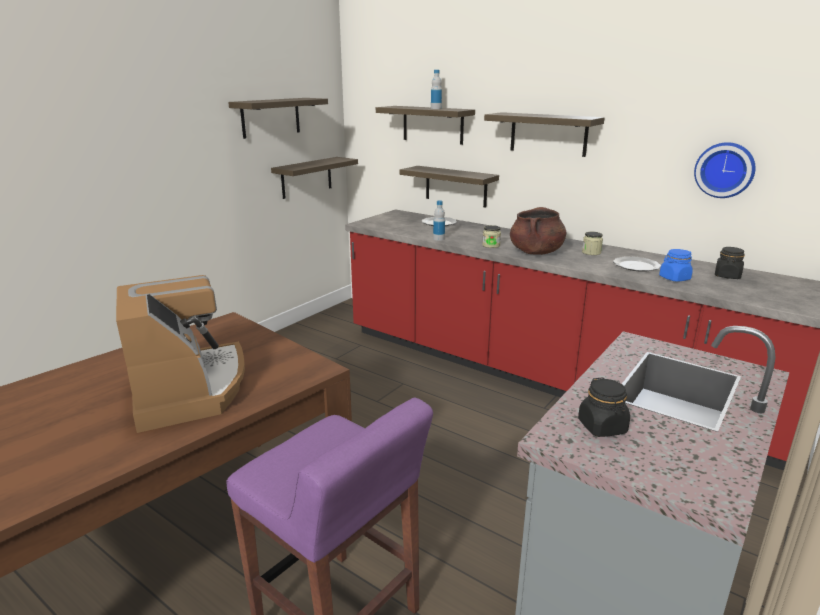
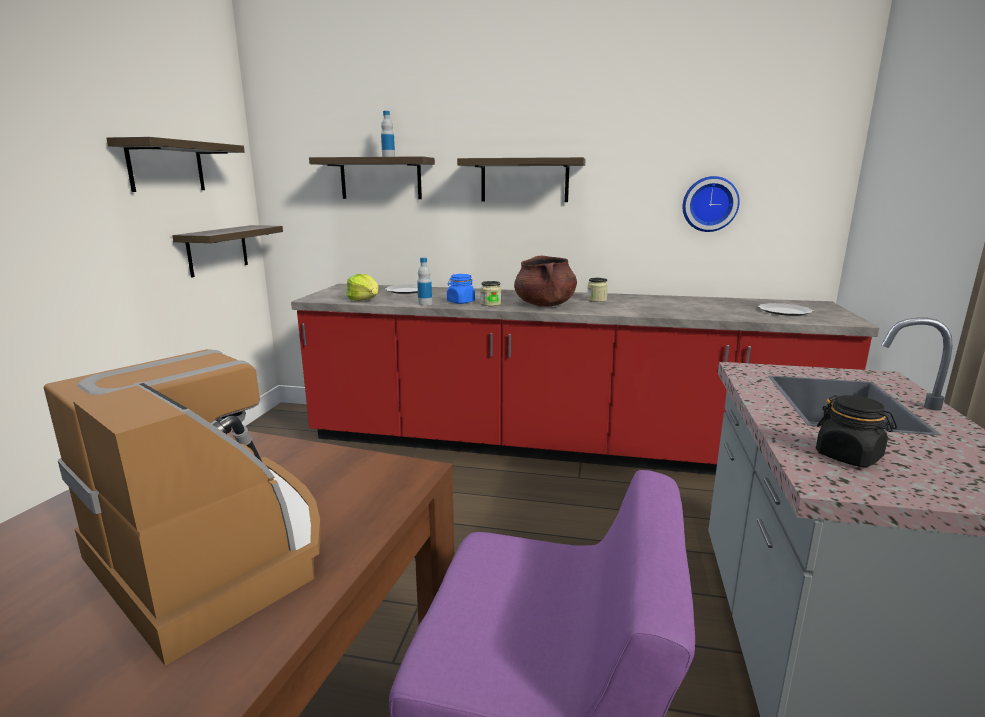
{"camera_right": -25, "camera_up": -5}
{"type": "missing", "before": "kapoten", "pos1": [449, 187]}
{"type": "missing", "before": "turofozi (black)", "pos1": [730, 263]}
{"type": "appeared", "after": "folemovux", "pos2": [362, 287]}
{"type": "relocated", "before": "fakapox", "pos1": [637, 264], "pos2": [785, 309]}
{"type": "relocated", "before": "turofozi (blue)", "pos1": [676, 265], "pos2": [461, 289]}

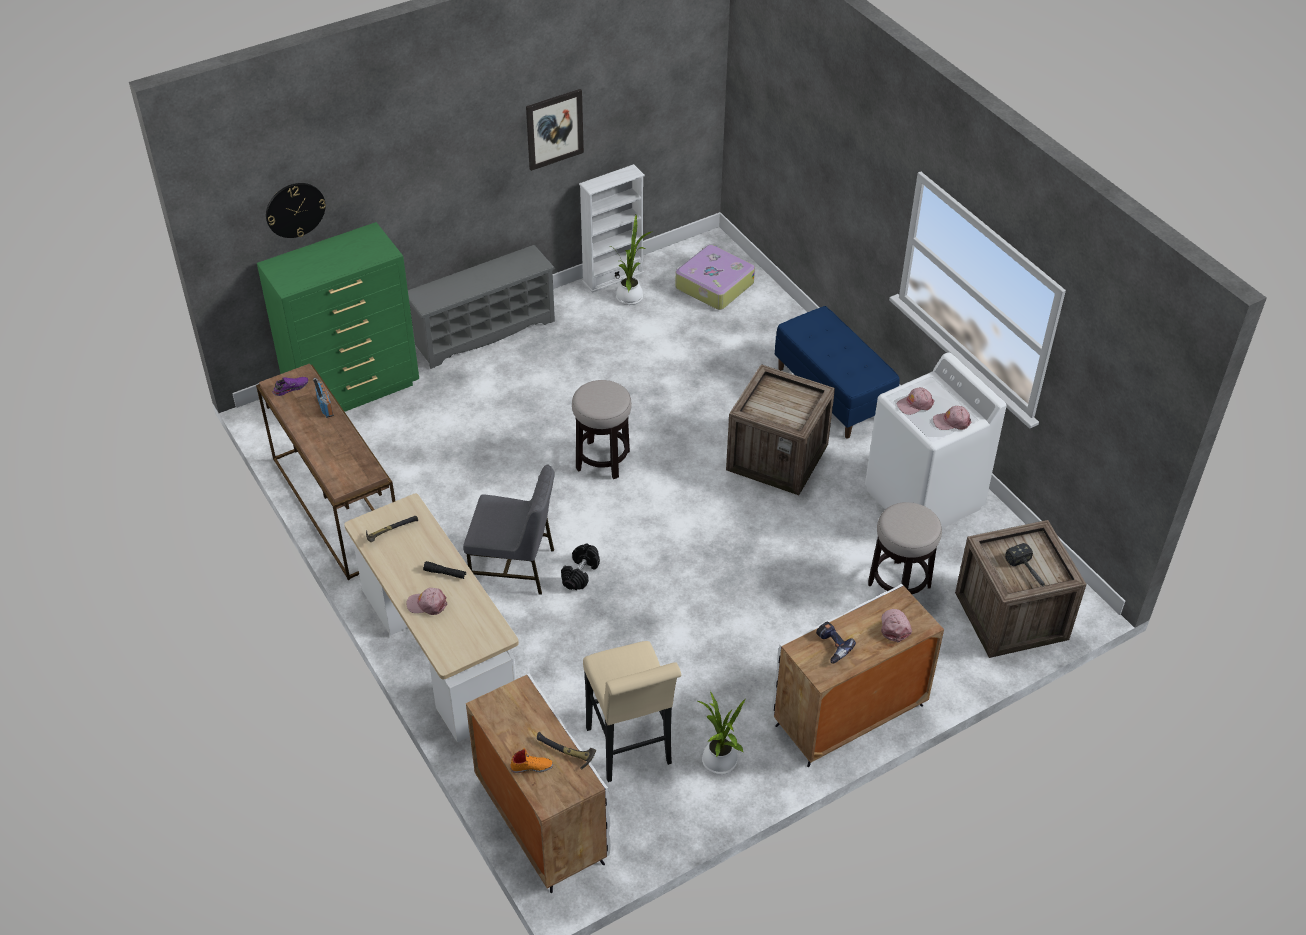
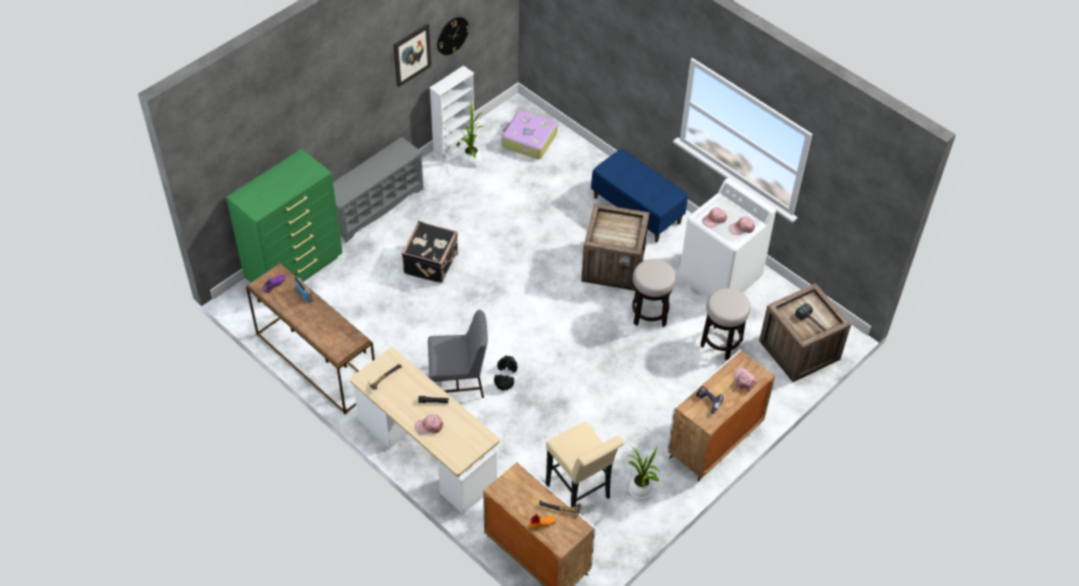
{"camera_right": -15, "camera_up": 5}
{"type": "appeared", "after": "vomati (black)", "pos2": [430, 252]}
{"type": "relocated", "before": "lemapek", "pos1": [296, 210], "pos2": [453, 36]}
{"type": "relocated", "before": "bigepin", "pos1": [602, 429], "pos2": [654, 293]}

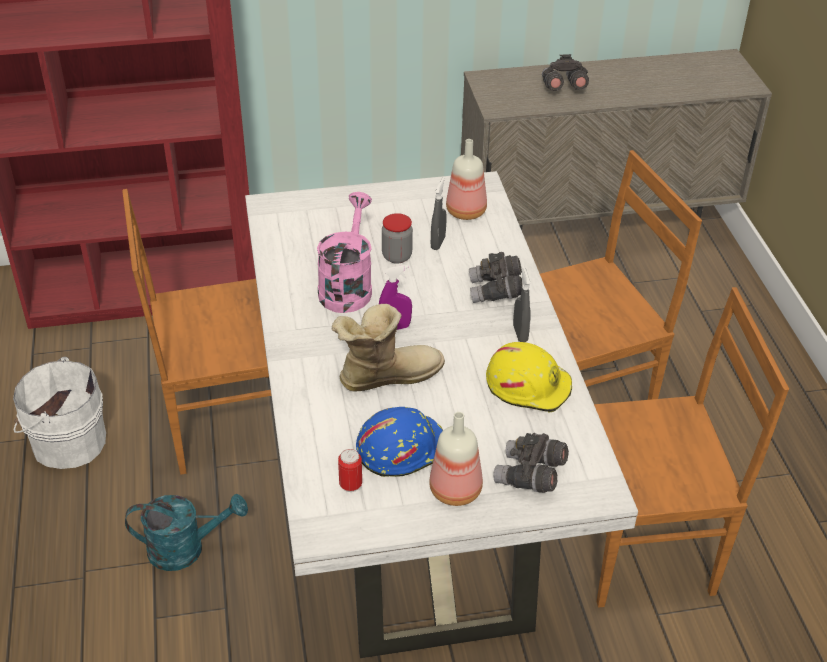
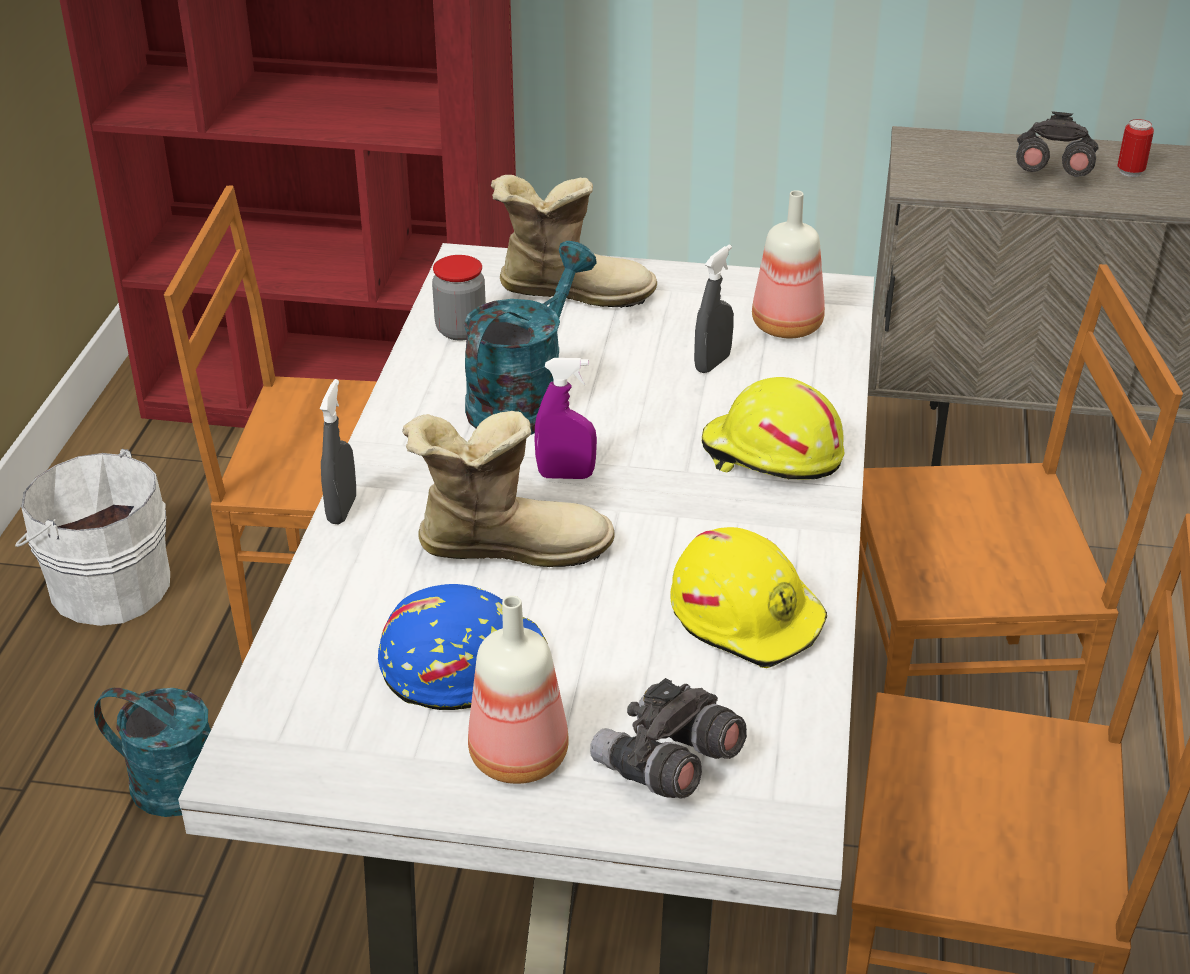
{"camera_right": 20, "camera_up": -5}
{"type": "appeared", "after": "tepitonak", "pos2": [574, 241]}
{"type": "relocated", "before": "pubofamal", "pos1": [350, 470], "pos2": [1136, 148]}
{"type": "relocated", "before": "turofozi", "pos1": [397, 238], "pos2": [459, 297]}
{"type": "relocated", "before": "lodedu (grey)", "pos1": [522, 304], "pos2": [338, 452]}
{"type": "exchanged", "before": "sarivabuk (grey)", "after": "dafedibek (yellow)", "pos1": [496, 277], "pos2": [773, 428]}
{"type": "colour", "before": "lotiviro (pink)", "after": "lotiviro (turquoise)", "pos1": [344, 252], "pos2": [530, 338]}

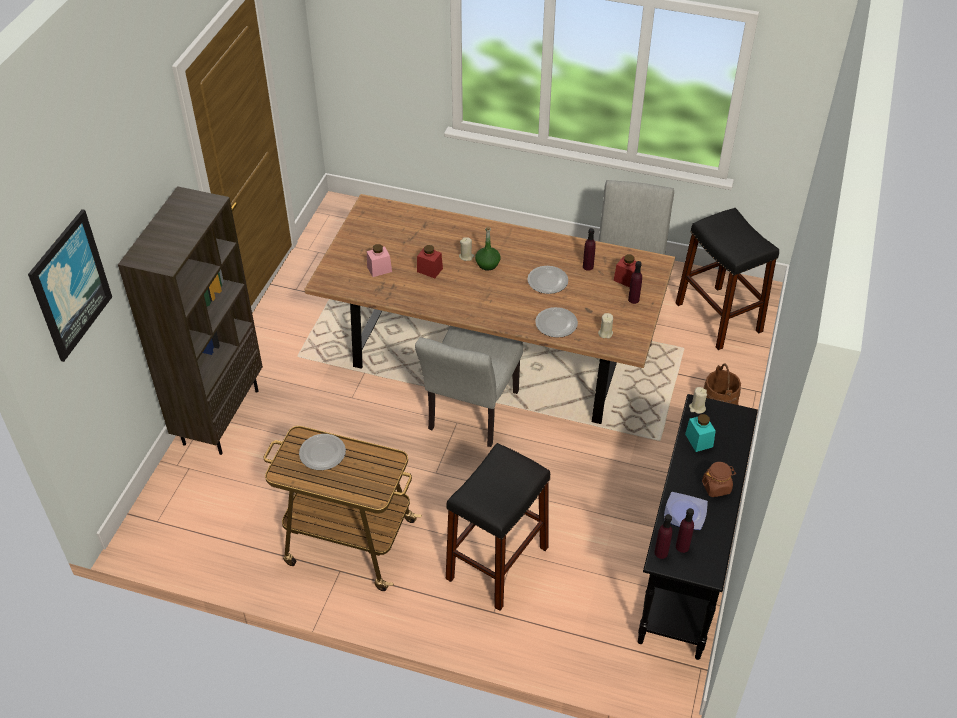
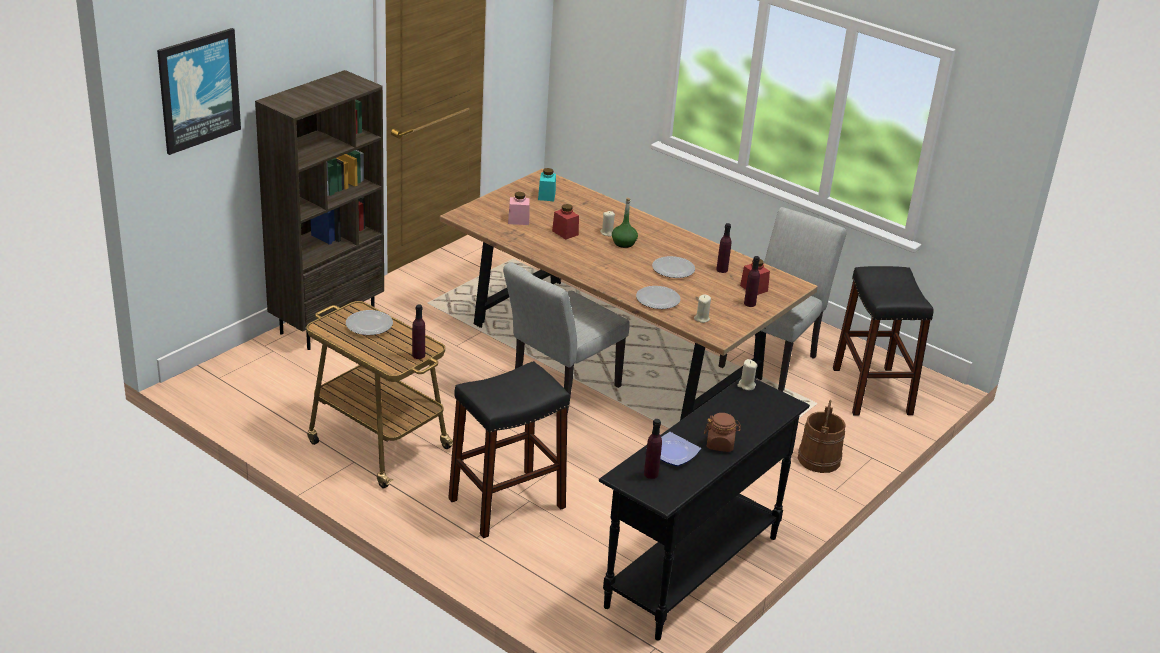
{"camera_right": 20, "camera_up": -15}
{"type": "relocated", "before": "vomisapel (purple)", "pos1": [663, 536], "pos2": [418, 332]}
{"type": "relocated", "before": "turofozi (turquoise)", "pos1": [700, 433], "pos2": [547, 184]}

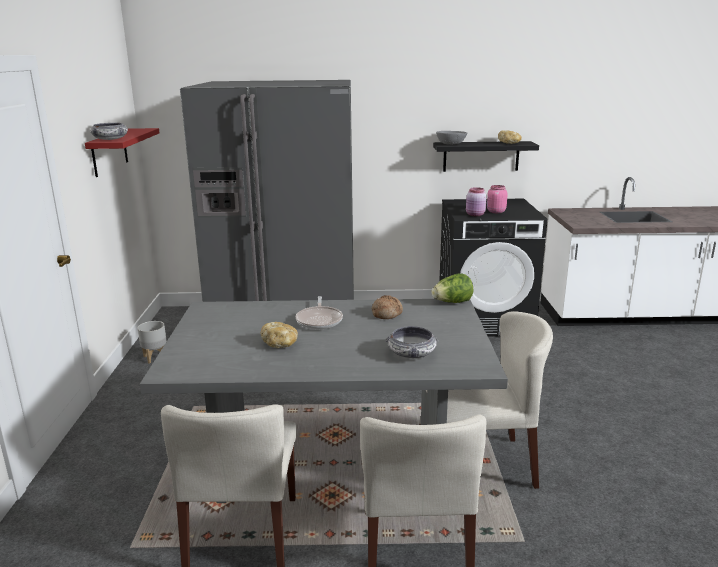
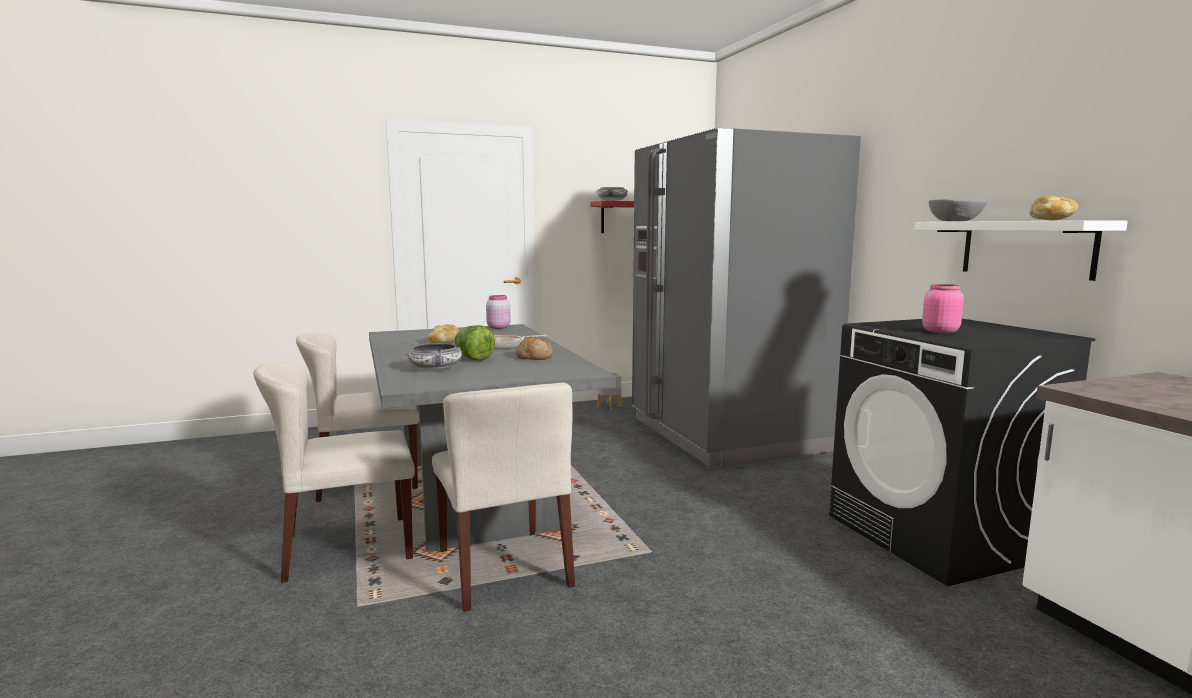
{"camera_right": 70, "camera_up": -10}
{"type": "relocated", "before": "folemovux", "pos1": [452, 288], "pos2": [474, 343]}
{"type": "relocated", "before": "turofozi (pink)", "pos1": [476, 201], "pos2": [498, 312]}
{"type": "colour", "before": "kapoten (black)", "after": "kapoten (white)", "pos1": [486, 156], "pos2": [1021, 250]}

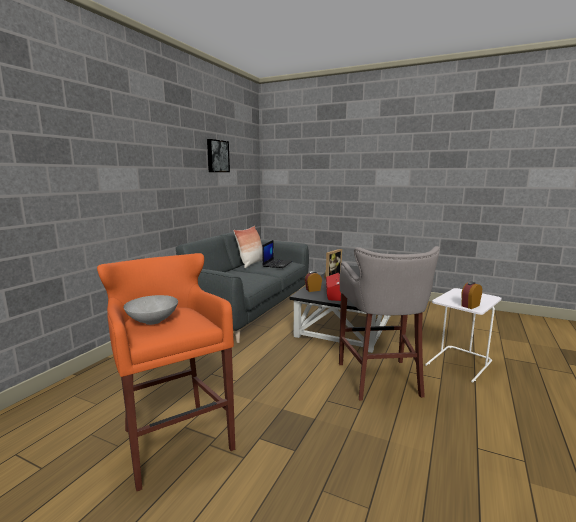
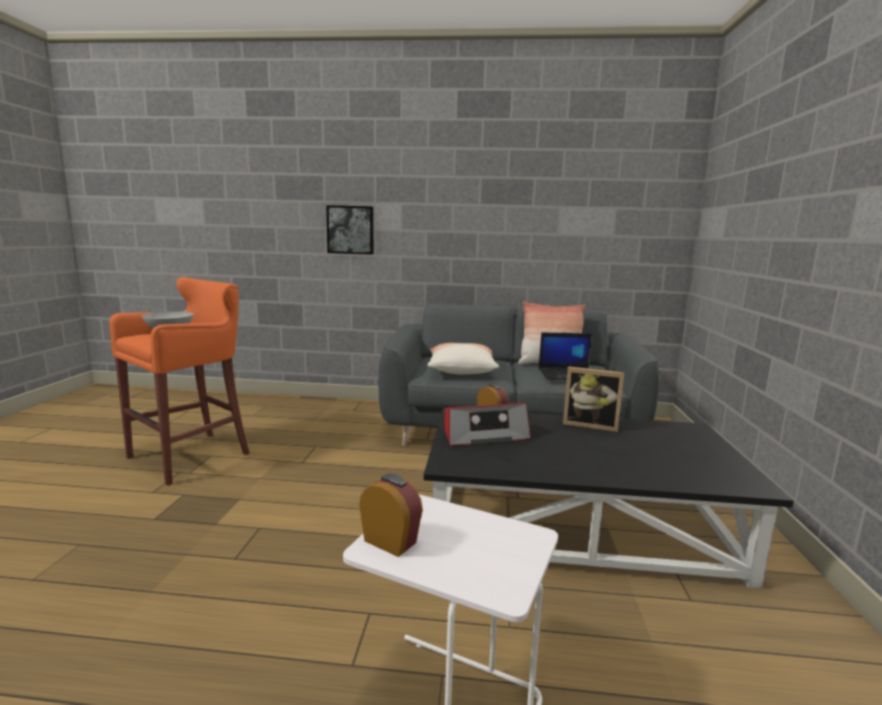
{"camera_right": 70, "camera_up": 0}
{"type": "missing", "before": "bigepin (grey)", "pos1": [389, 323]}
{"type": "appeared", "after": "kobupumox", "pos2": [463, 359]}
{"type": "relocated", "before": "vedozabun", "pos1": [218, 155], "pos2": [350, 229]}

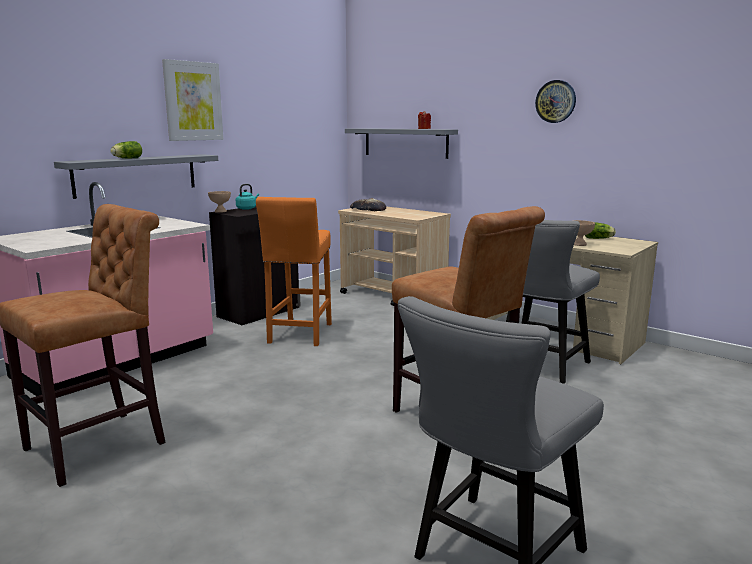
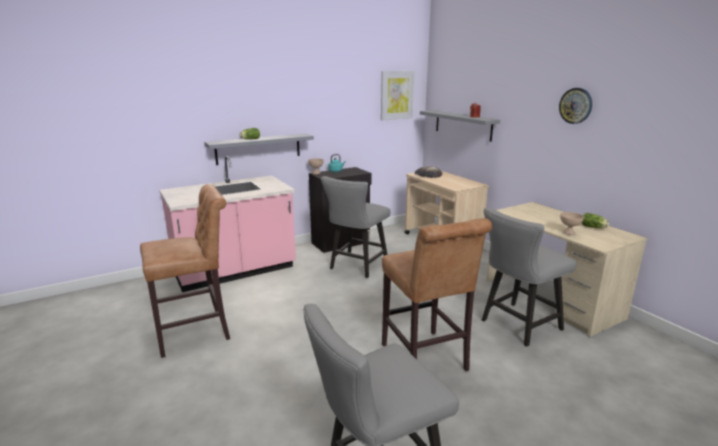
{"camera_right": 20, "camera_up": 5}
{"type": "relocated", "before": "vedozabun", "pos1": [192, 100], "pos2": [398, 96]}
{"type": "exchanged", "before": "bigepin (orange)", "after": "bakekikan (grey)", "pos1": [294, 271], "pos2": [355, 227]}

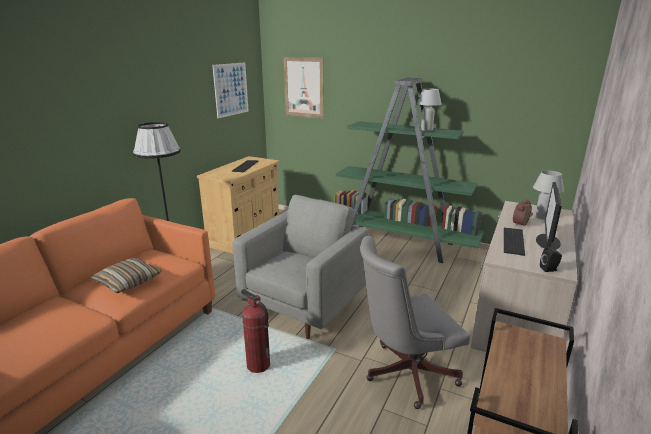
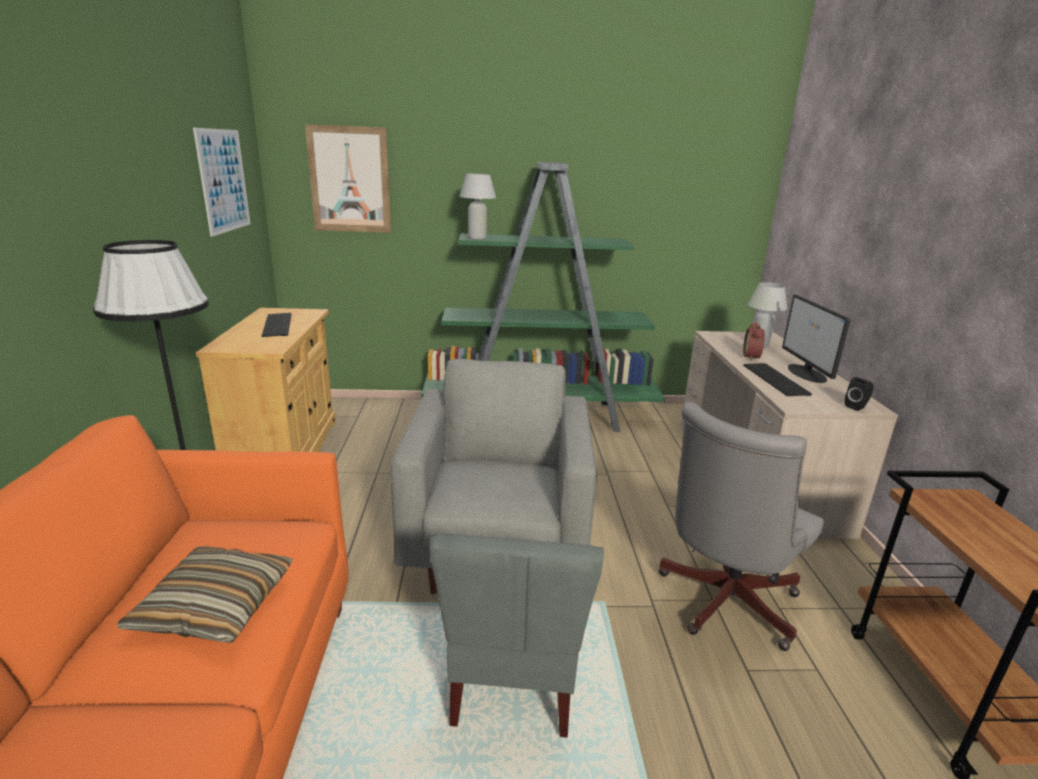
{"camera_right": -30, "camera_up": 0}
{"type": "relocated", "before": "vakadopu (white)", "pos1": [429, 109], "pos2": [477, 207]}
{"type": "exchanged", "before": "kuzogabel", "after": "bakekikan (grey)", "pos1": [255, 331], "pos2": [516, 636]}

